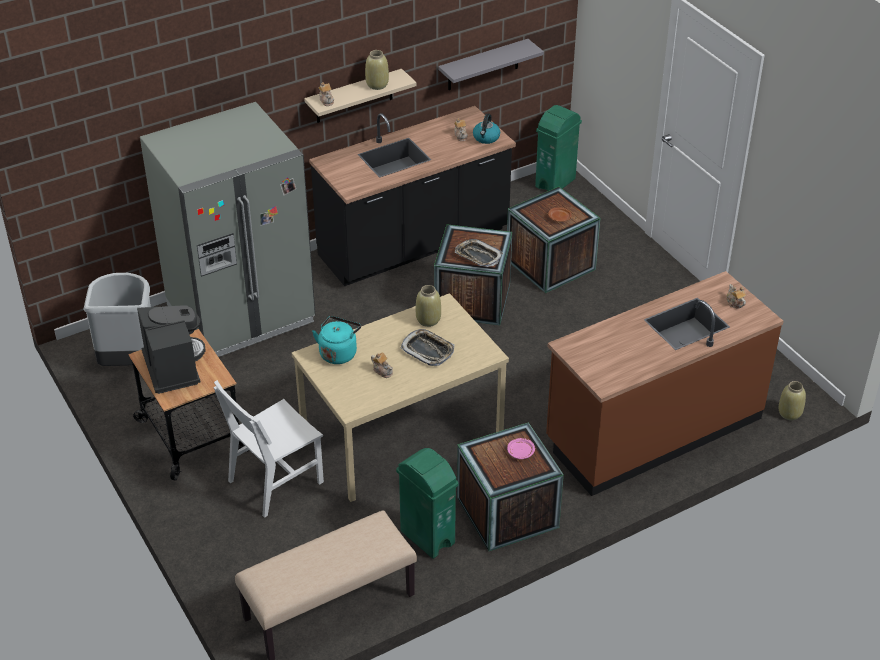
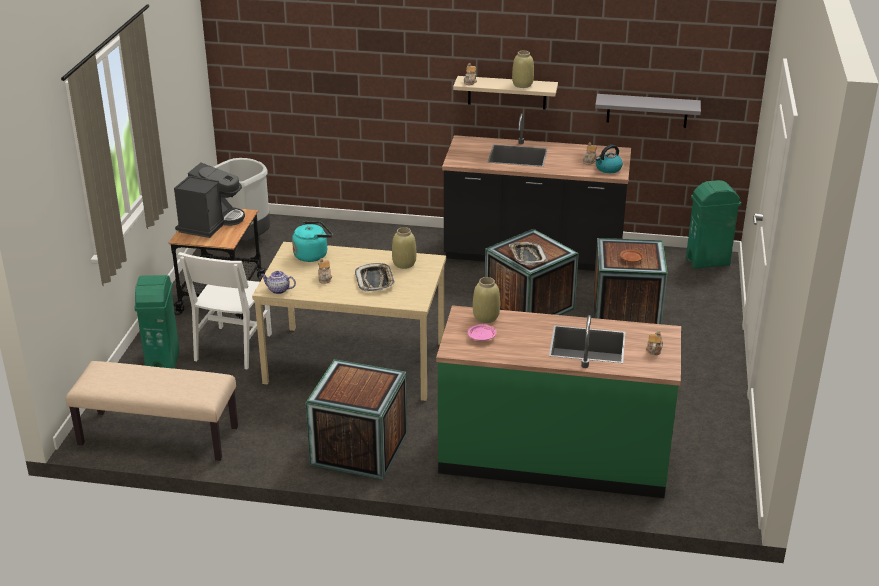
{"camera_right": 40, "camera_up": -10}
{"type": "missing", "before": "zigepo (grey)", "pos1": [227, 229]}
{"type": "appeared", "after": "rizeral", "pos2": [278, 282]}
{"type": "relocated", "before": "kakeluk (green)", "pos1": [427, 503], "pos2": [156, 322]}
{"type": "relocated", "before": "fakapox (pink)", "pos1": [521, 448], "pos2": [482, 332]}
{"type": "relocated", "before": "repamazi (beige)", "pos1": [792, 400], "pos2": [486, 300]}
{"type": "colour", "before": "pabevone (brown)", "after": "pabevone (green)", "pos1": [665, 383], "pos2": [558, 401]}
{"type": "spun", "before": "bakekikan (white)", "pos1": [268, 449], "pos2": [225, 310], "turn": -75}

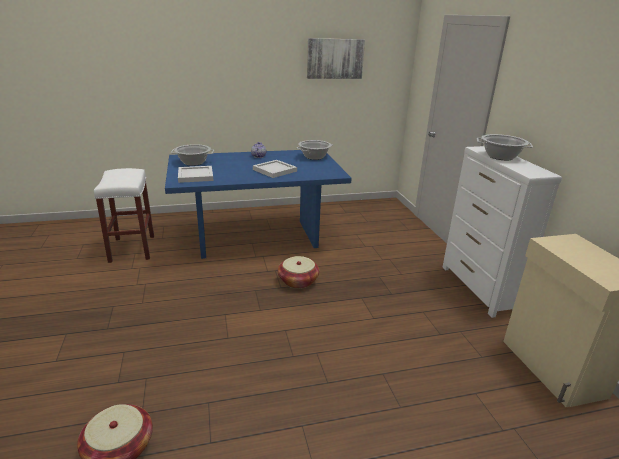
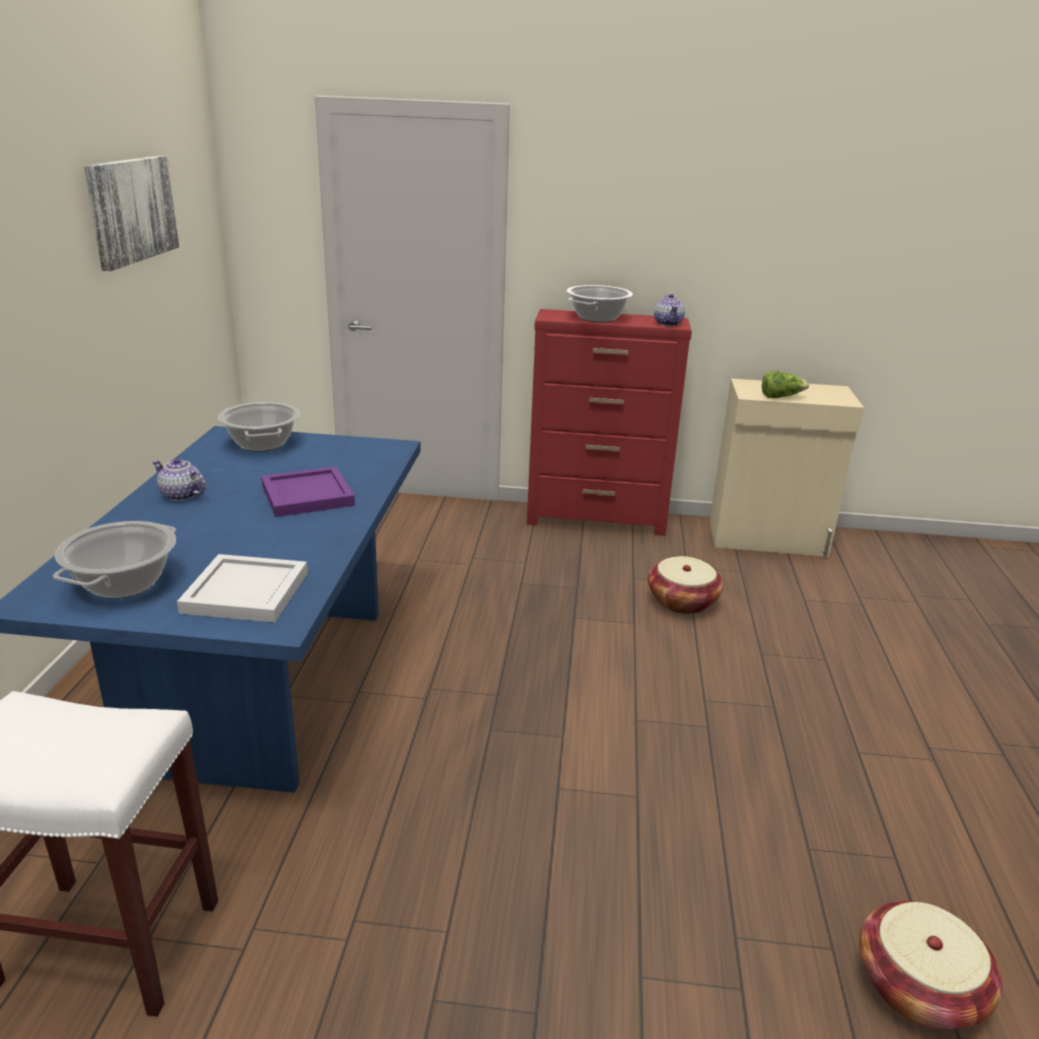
{"camera_right": -70, "camera_up": 0}
{"type": "appeared", "after": "rizeral", "pos2": [669, 310]}
{"type": "appeared", "after": "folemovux", "pos2": [785, 384]}
{"type": "relocated", "before": "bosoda", "pos1": [298, 272], "pos2": [686, 585]}
{"type": "colour", "before": "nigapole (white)", "after": "nigapole (purple)", "pos1": [275, 169], "pos2": [308, 492]}
{"type": "colour", "before": "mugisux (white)", "after": "mugisux (red)", "pos1": [502, 232], "pos2": [609, 422]}

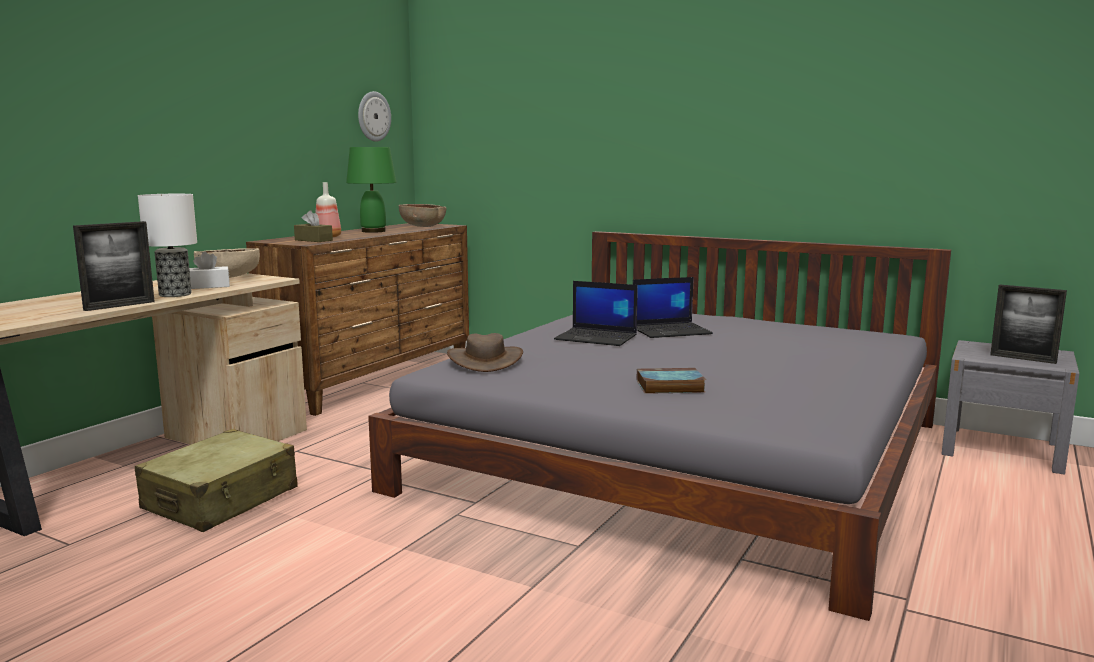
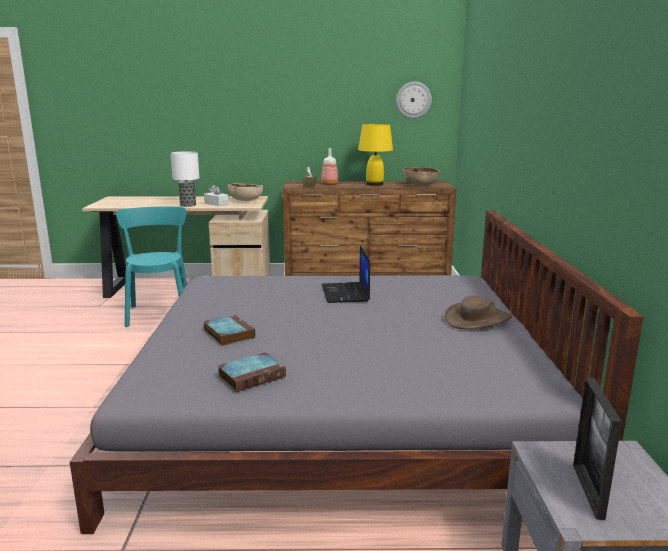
{"camera_right": 60, "camera_up": 5}
{"type": "missing", "before": "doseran", "pos1": [114, 266]}
{"type": "missing", "before": "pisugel", "pos1": [673, 307]}
{"type": "appeared", "after": "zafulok", "pos2": [252, 372]}
{"type": "relocated", "before": "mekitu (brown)", "pos1": [485, 352], "pos2": [478, 312]}
{"type": "exchanged", "before": "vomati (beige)", "after": "bakekikan (turquoise)", "pos1": [216, 480], "pos2": [151, 267]}
{"type": "colour", "before": "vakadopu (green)", "after": "vakadopu (yellow)", "pos1": [371, 190], "pos2": [375, 155]}

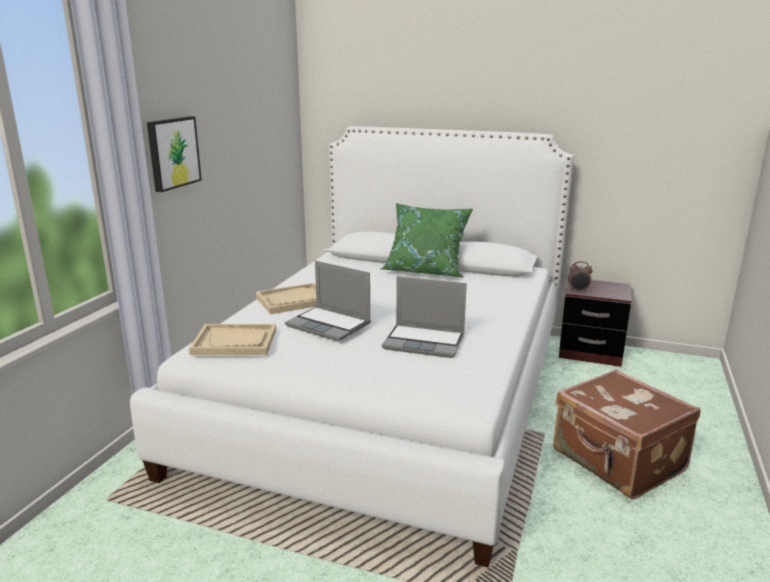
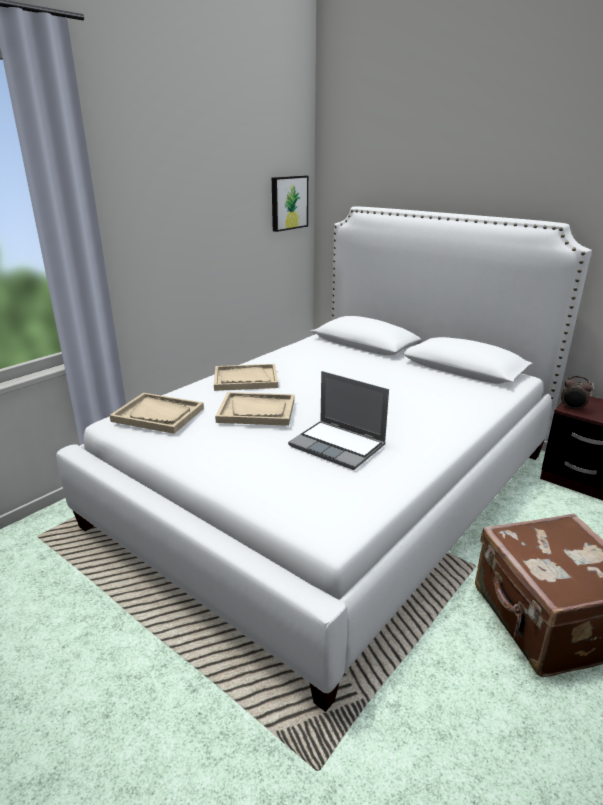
{"camera_right": 20, "camera_up": 5}
{"type": "missing", "before": "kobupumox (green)", "pos1": [426, 240]}
{"type": "relocated", "before": "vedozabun", "pos1": [174, 154], "pos2": [290, 203]}
{"type": "exchanged", "before": "pisugel", "after": "nigapole (beige)", "pos1": [328, 301], "pos2": [254, 409]}

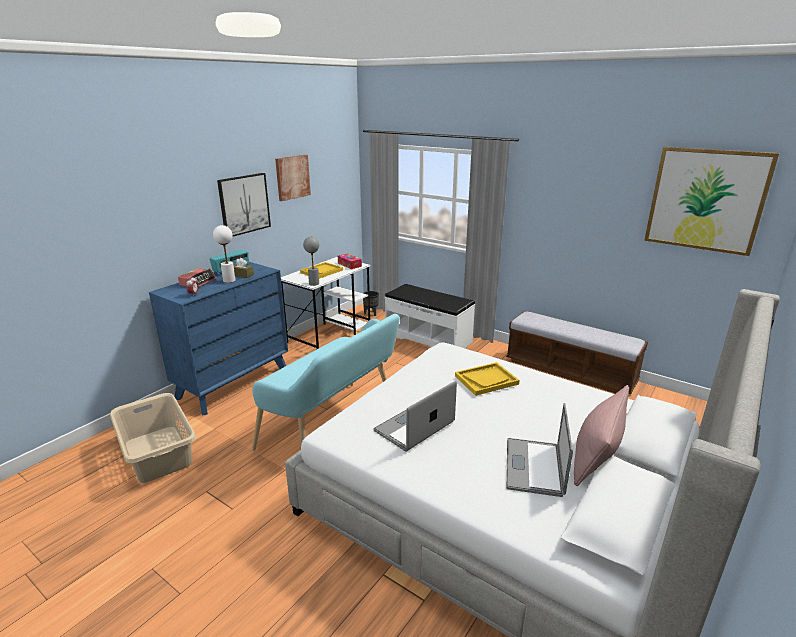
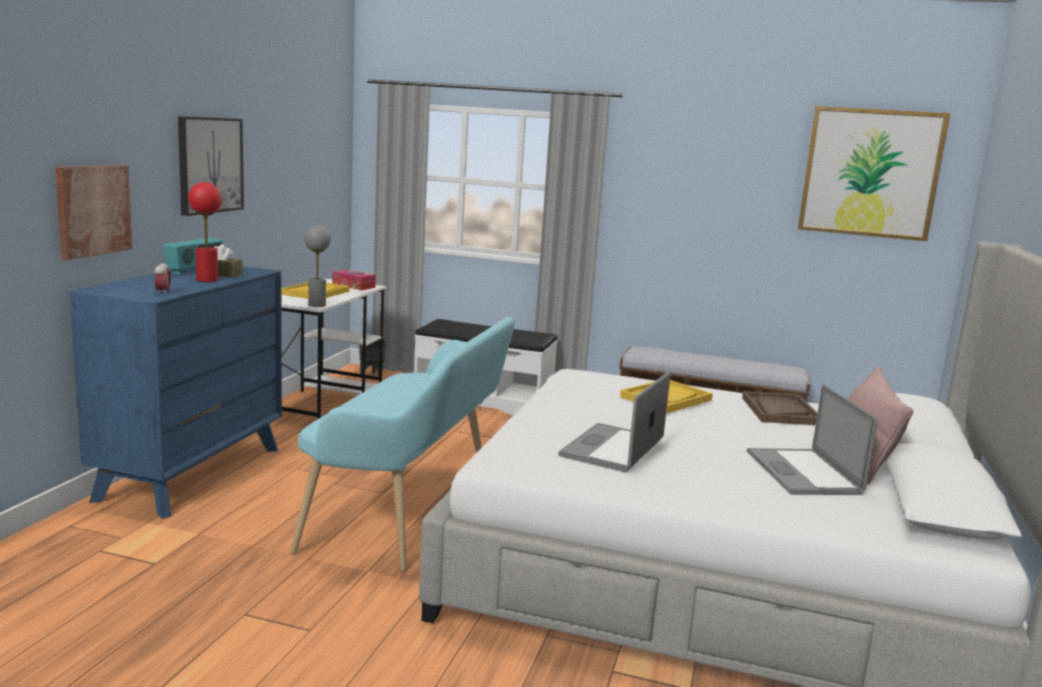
{"camera_right": -20, "camera_up": -10}
{"type": "missing", "before": "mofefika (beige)", "pos1": [153, 438]}
{"type": "missing", "before": "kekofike", "pos1": [197, 277]}
{"type": "appeared", "after": "nigapole (brown)", "pos2": [779, 408]}
{"type": "relocated", "before": "vedozabun", "pos1": [293, 178], "pos2": [93, 212]}
{"type": "colour", "before": "vakadopu (white)", "after": "vakadopu (red)", "pos1": [224, 254], "pos2": [205, 232]}

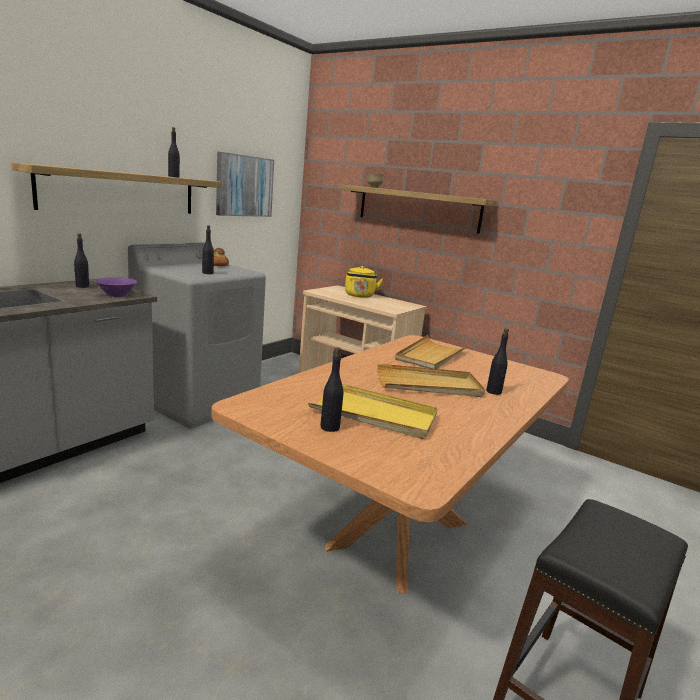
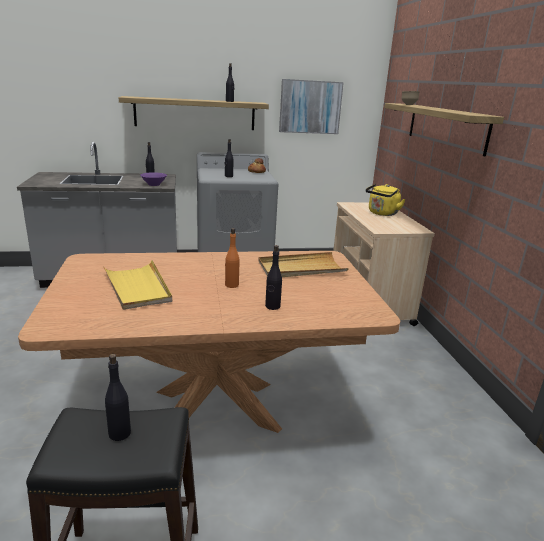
{"camera_right": 45, "camera_up": 5}
{"type": "relocated", "before": "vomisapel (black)", "pos1": [331, 389], "pos2": [118, 397]}
{"type": "exchanged", "before": "nigapole (beige)", "after": "vomisapel (orange)", "pos1": [431, 380], "pos2": [232, 258]}

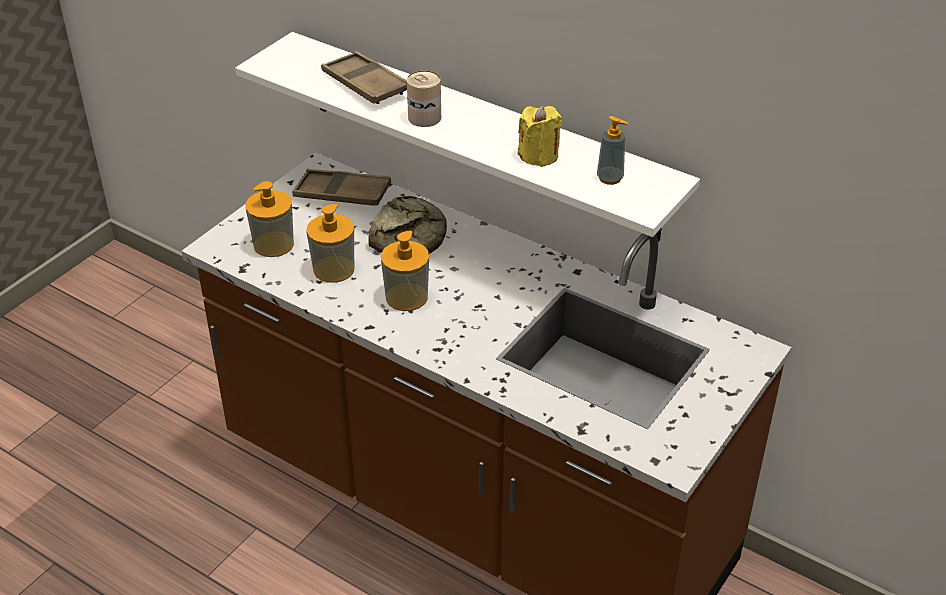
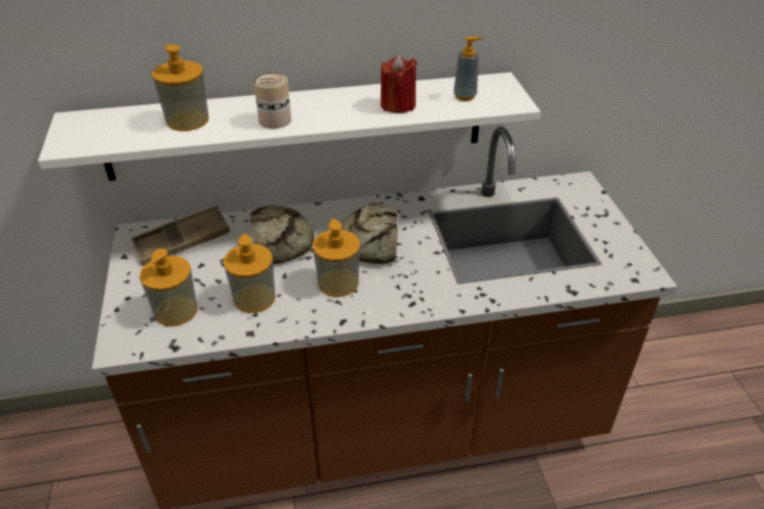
{"camera_right": -45, "camera_up": 0}
{"type": "appeared", "after": "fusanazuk", "pos2": [369, 233]}
{"type": "exchanged", "before": "nigapole (brown)", "after": "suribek", "pos1": [364, 77], "pos2": [180, 87]}
{"type": "colour", "before": "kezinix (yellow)", "after": "kezinix (red)", "pos1": [540, 136], "pos2": [399, 84]}

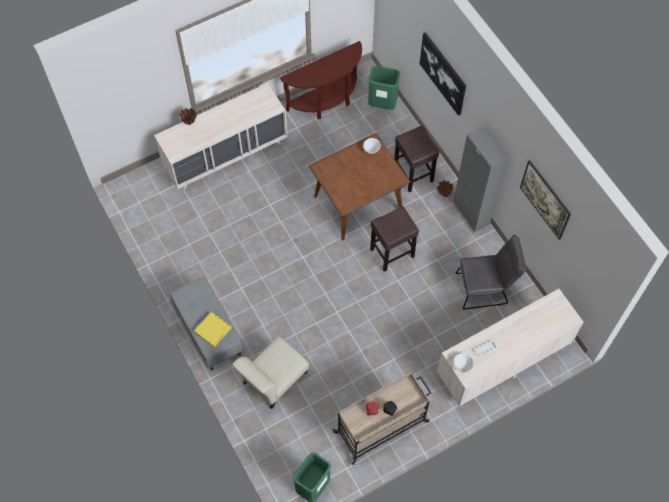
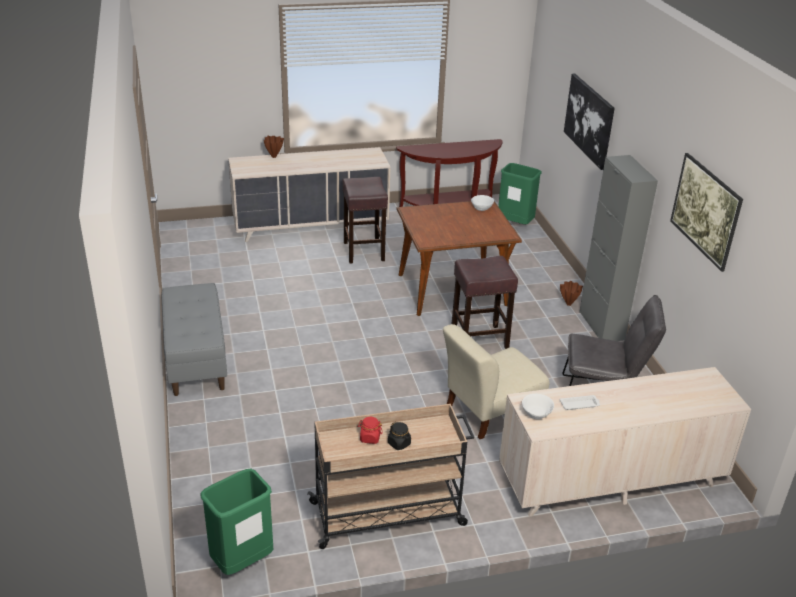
{"camera_right": 15, "camera_up": -30}
{"type": "missing", "before": "nigapole (yellow)", "pos1": [213, 329]}
{"type": "relocated", "before": "bakekikan (beige)", "pos1": [270, 372], "pos2": [496, 381]}
{"type": "relocated", "before": "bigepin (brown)", "pos1": [416, 159], "pos2": [365, 220]}

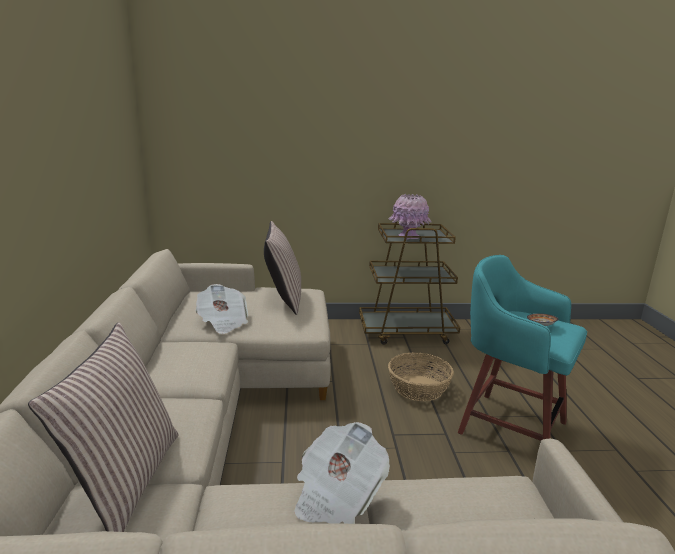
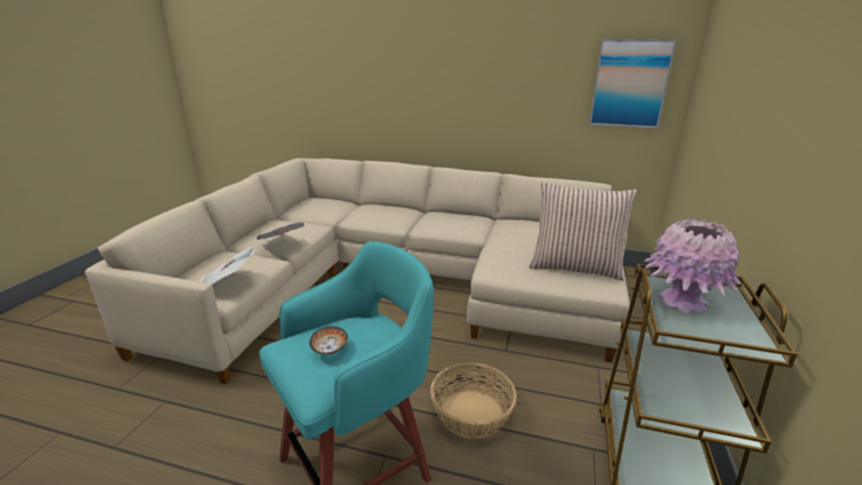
{"camera_right": 110, "camera_up": 5}
{"type": "missing", "before": "kobupumox", "pos1": [103, 427]}
{"type": "appeared", "after": "vedozabun", "pos2": [633, 83]}
{"type": "relocated", "before": "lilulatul", "pos1": [221, 309], "pos2": [227, 265]}

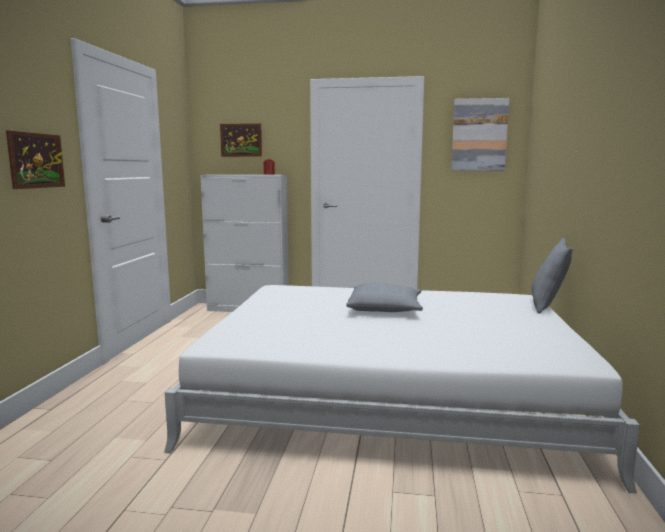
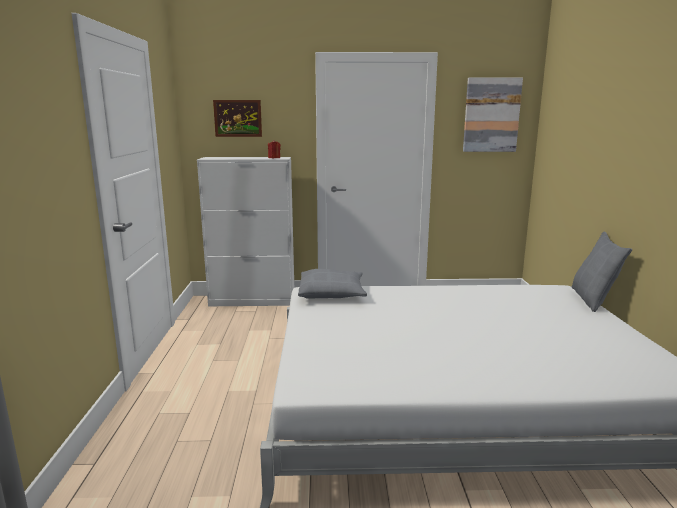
{"camera_right": -10, "camera_up": 5}
{"type": "missing", "before": "vedozabun", "pos1": [35, 160]}
{"type": "relocated", "before": "kobupumox (grey)", "pos1": [384, 297], "pos2": [332, 284]}

